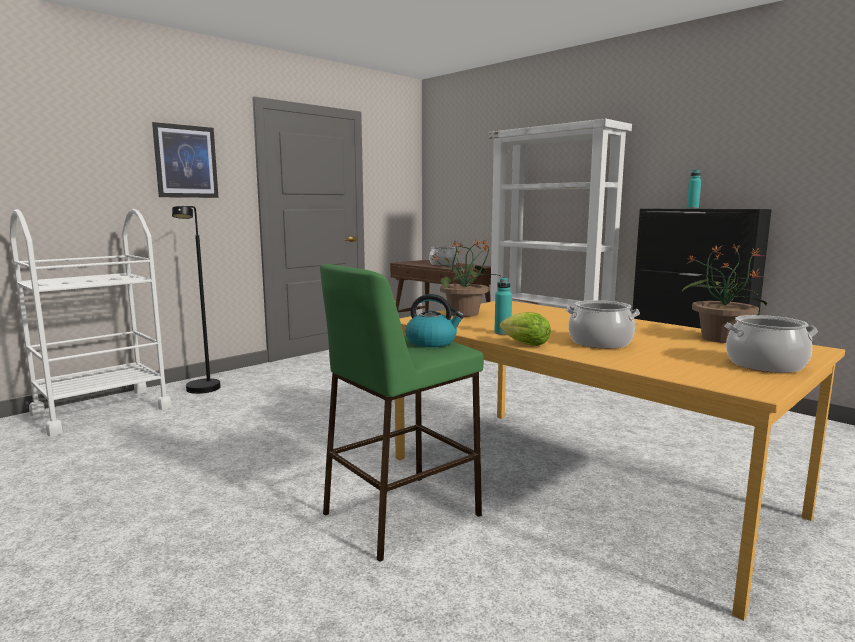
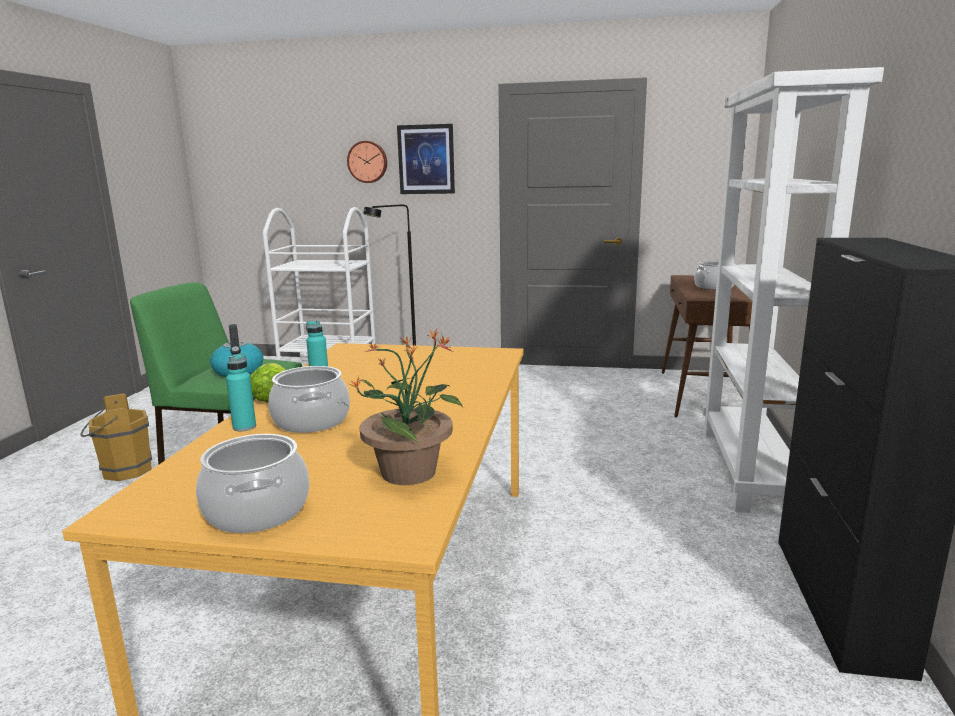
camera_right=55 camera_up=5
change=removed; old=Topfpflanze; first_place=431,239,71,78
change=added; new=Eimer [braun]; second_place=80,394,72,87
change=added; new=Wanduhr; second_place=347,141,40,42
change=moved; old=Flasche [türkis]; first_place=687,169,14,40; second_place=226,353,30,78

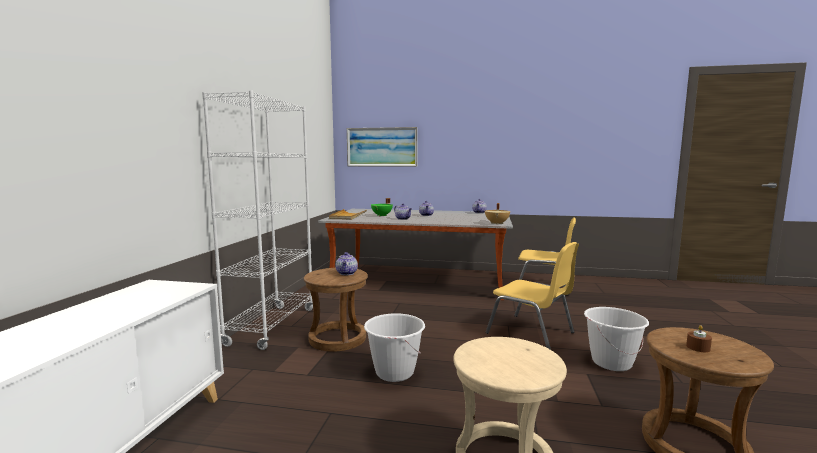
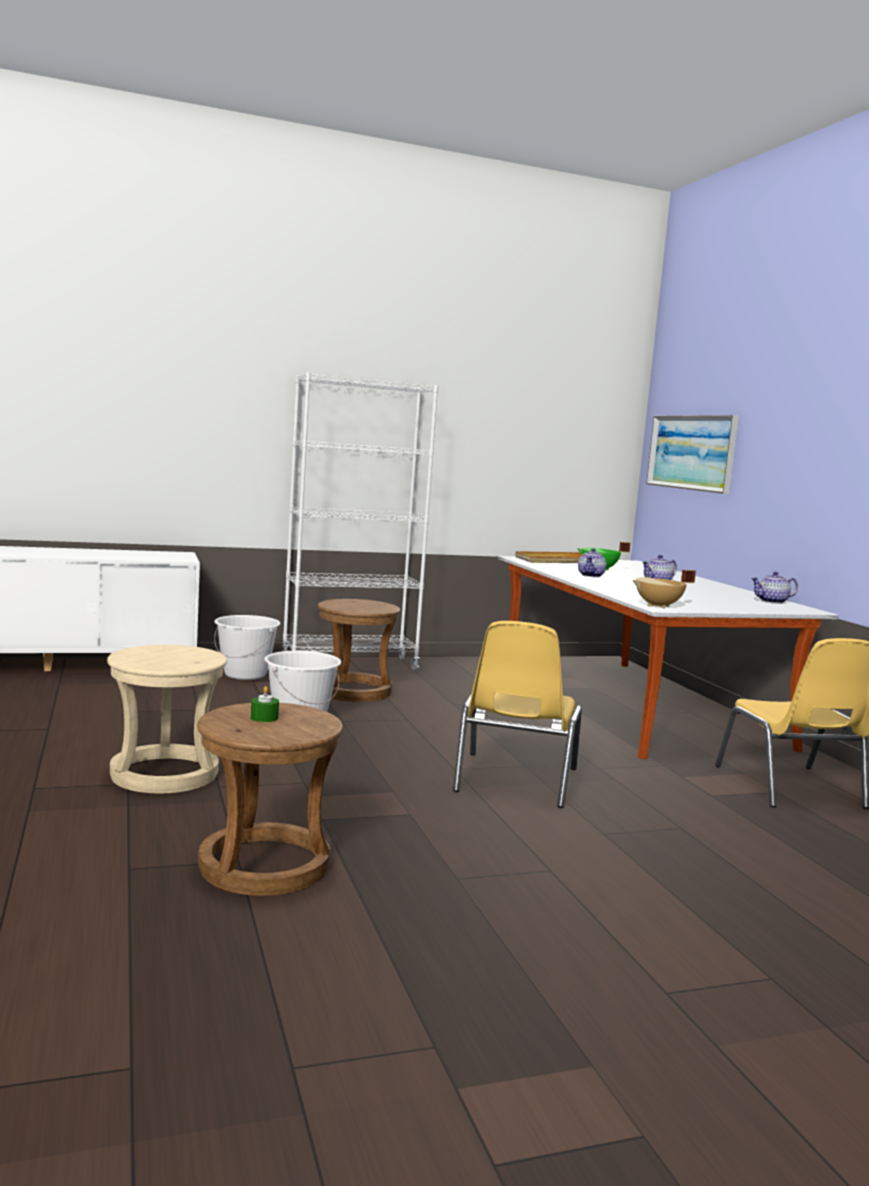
camera_right=60 camera_up=0
change=removed; old=Teekanne; first_place=336,252,22,23
change=moved; old=Eimer [weiß]; first_place=584,307,65,64; second_place=214,615,66,65
change=recoloured; old=Kerze [braun]; new=Kerze [grün]; first_place=686,325,26,27; second_place=251,686,28,36

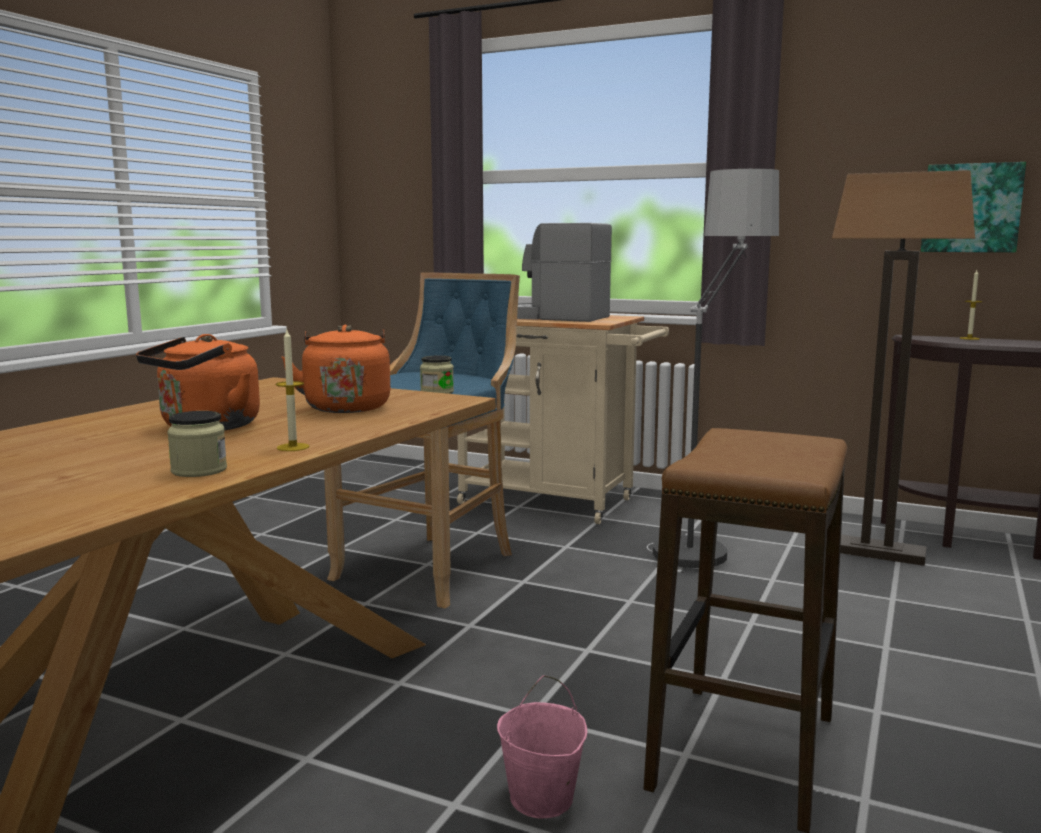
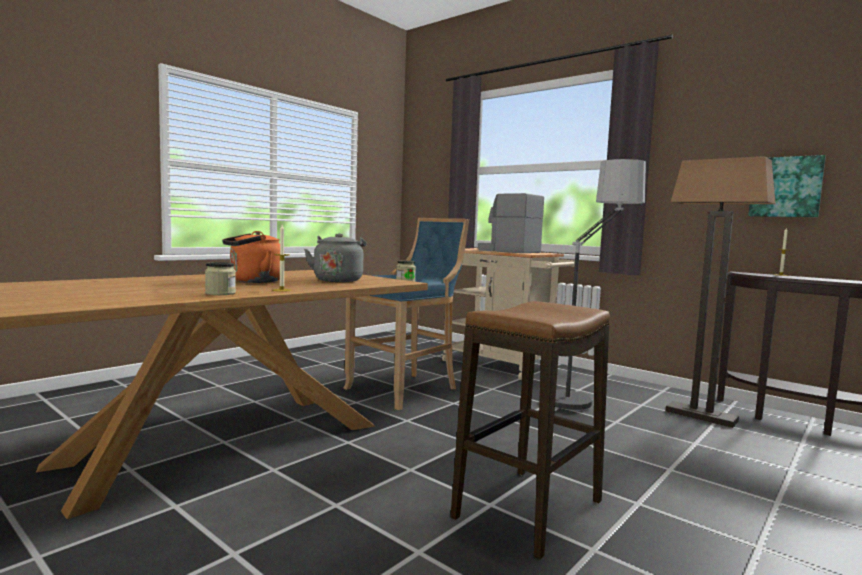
camera_right=15 camera_up=-5
change=removed; old=Eimer [rosa]; first_place=497,675,90,143
change=recoloured; old=Wasserkessel [orange]; new=Wasserkessel [grau]; first_place=282,325,108,88; second_place=304,233,63,49

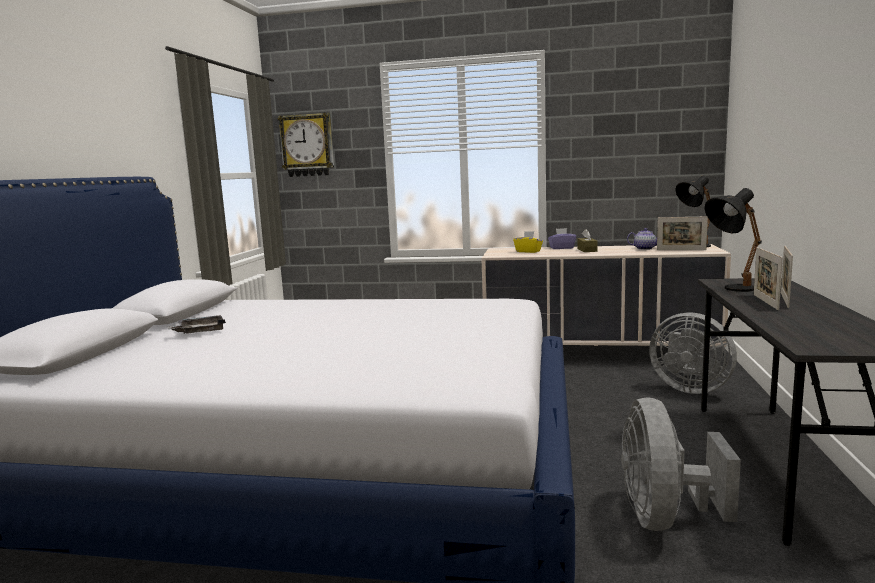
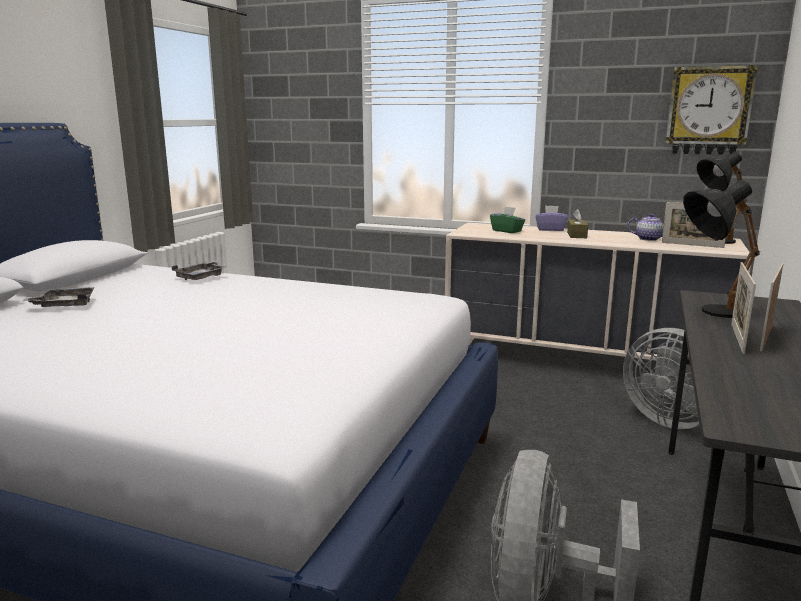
camera_right=10 camera_up=5
change=added; new=Tablett [grau]; second_place=172,261,52,19
change=moved; old=Wanduhr; first_place=278,113,56,64; second_place=666,65,92,90
change=recoloured; old=Taschentuchbox [gelb]; new=Taschentuchbox [grün]; first_place=513,231,30,22; second_place=490,206,35,27

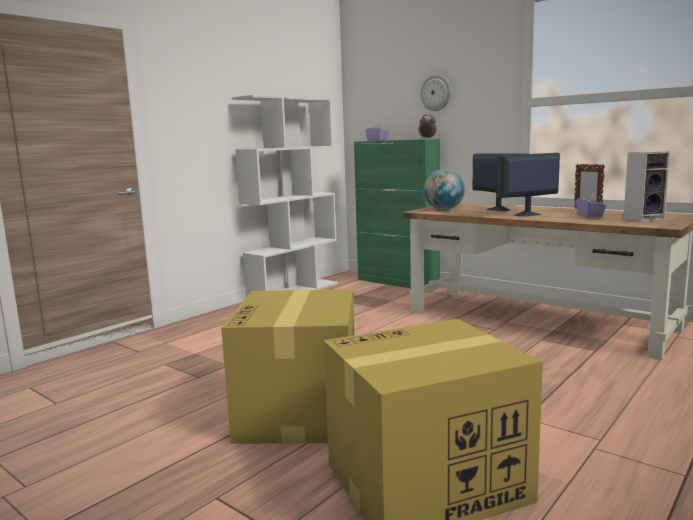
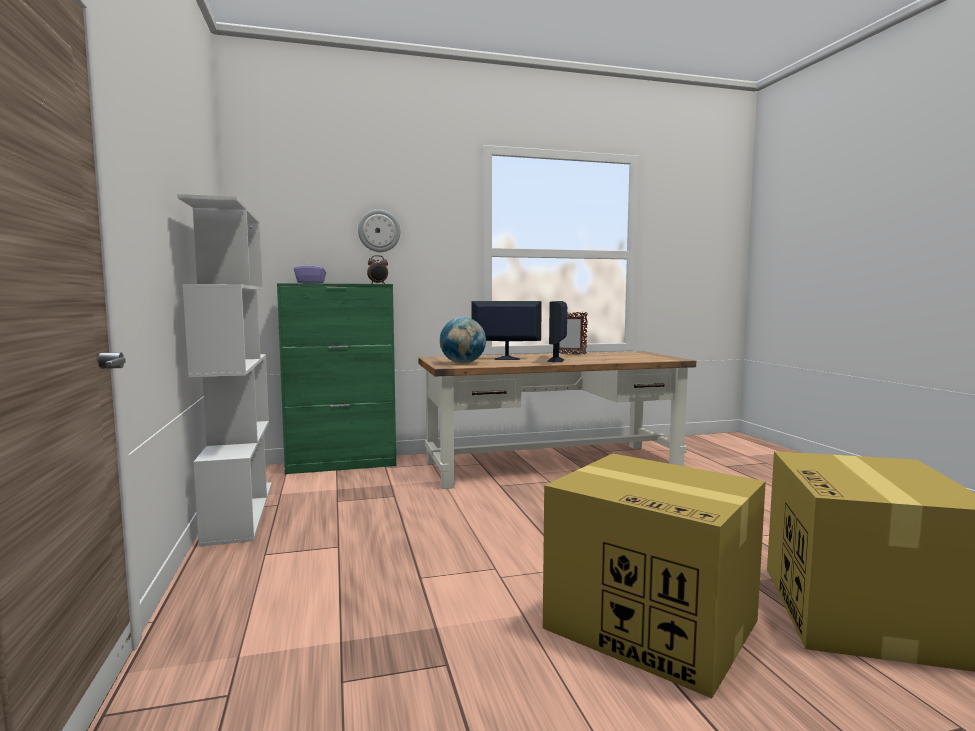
camera_right=-55 camera_up=-5
change=removed; old=Taschentuchbox [lila]; first_place=576,192,30,26
change=removed; old=Lautsprecher; first_place=623,151,47,71

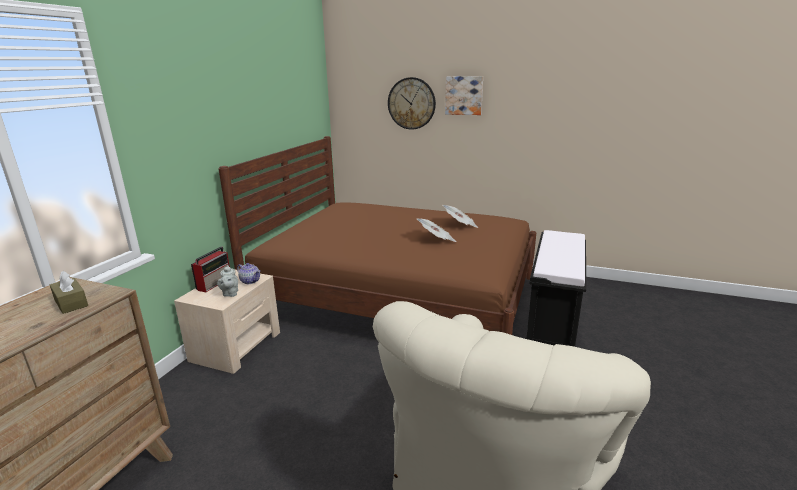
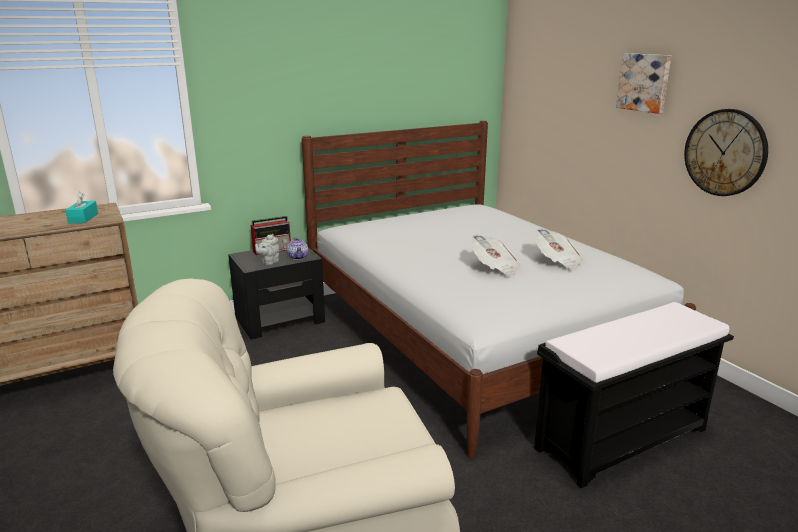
camera_right=40 camera_up=0
change=moved; old=Wanduhr; first_place=388,77,48,53; second_place=684,109,84,87
change=recoloured; old=Taschentuchbox [braun]; new=Taschentuchbox [türkis]; first_place=50,271,38,43; second_place=65,192,33,31
change=recoloured; old=Nachttisch [beige]; new=Nachttisch [schwarz]; first_place=174,270,106,104; second_place=228,247,97,92
change=recoloured; old=Bett [braun]; new=Bett [weiß]; first_place=218,136,318,199; second_place=302,121,394,337

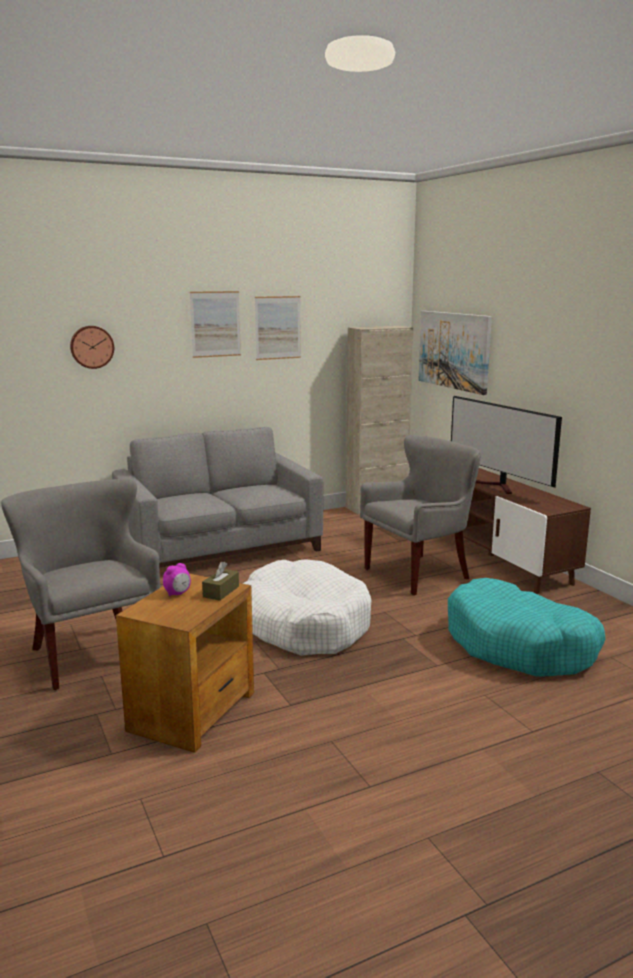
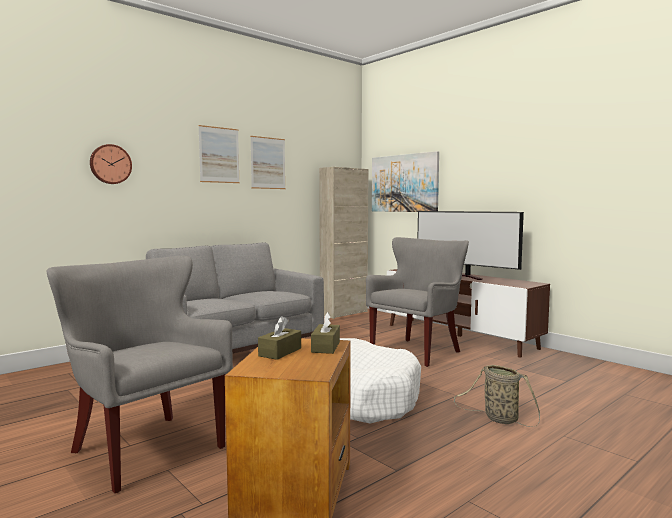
camera_right=-15 camera_up=-10
change=removed; old=Hundebett [türkis]; first_place=448,578,157,98
change=added; new=Korb; second_place=454,365,86,62
change=replaced; old=Wecker; new=Taschentuchbox [braun]; first_place=163,563,28,33; second_place=258,316,43,44

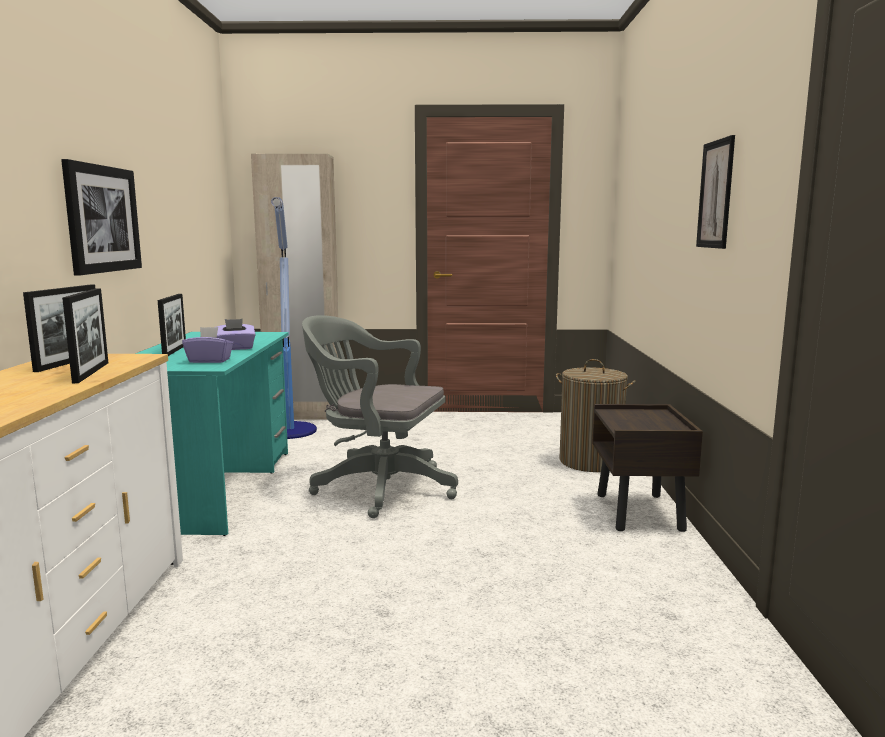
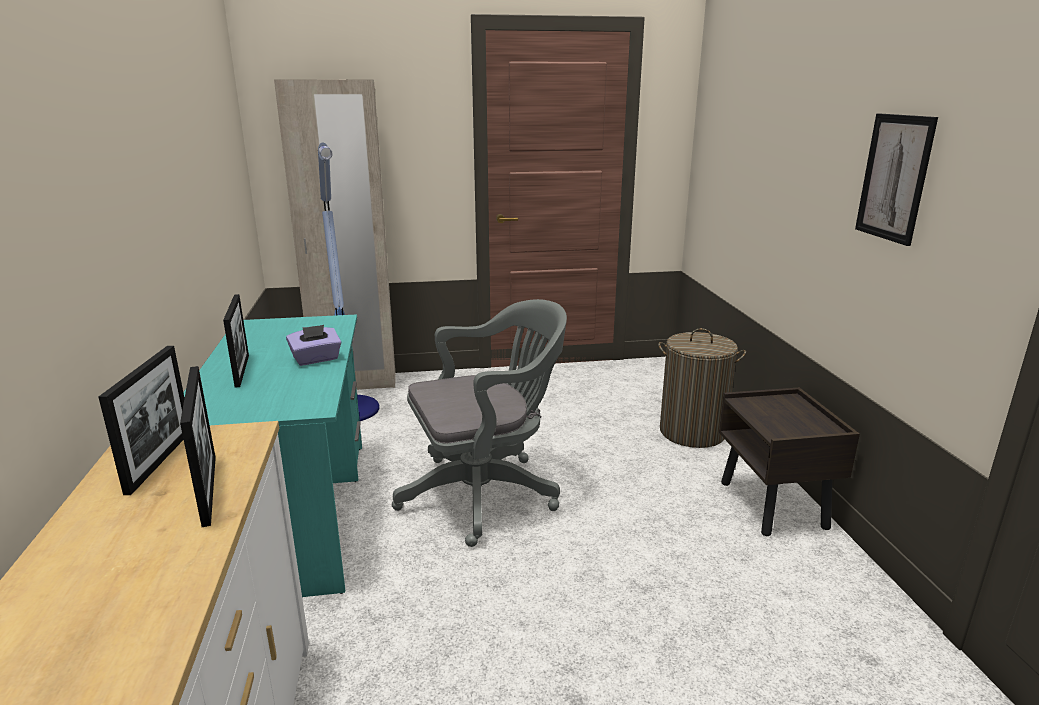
camera_right=-10 camera_up=10
change=removed; old=Bild; first_place=61,159,81,117
change=removed; old=Taschentuchbox [lila]; first_place=182,327,51,36
change=turned; old=Bürostuhl [grau]; first_place=302,315,156,203; second_place=392,299,175,248; degrees=150

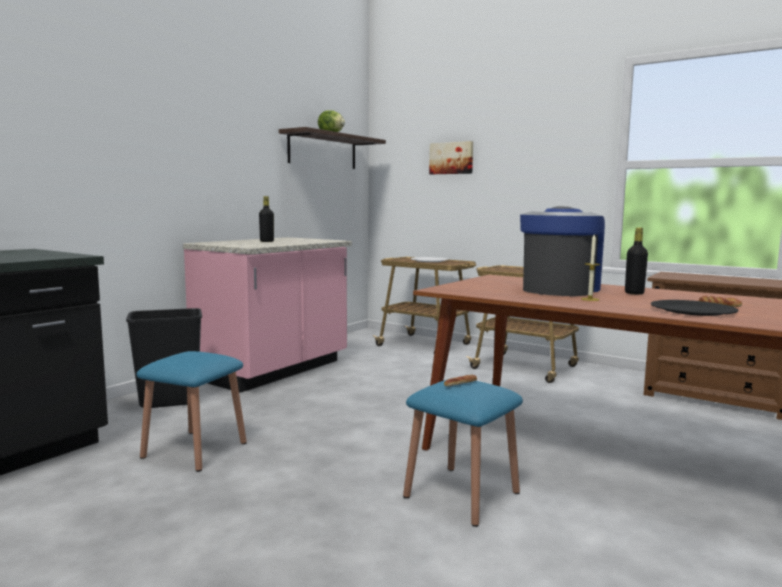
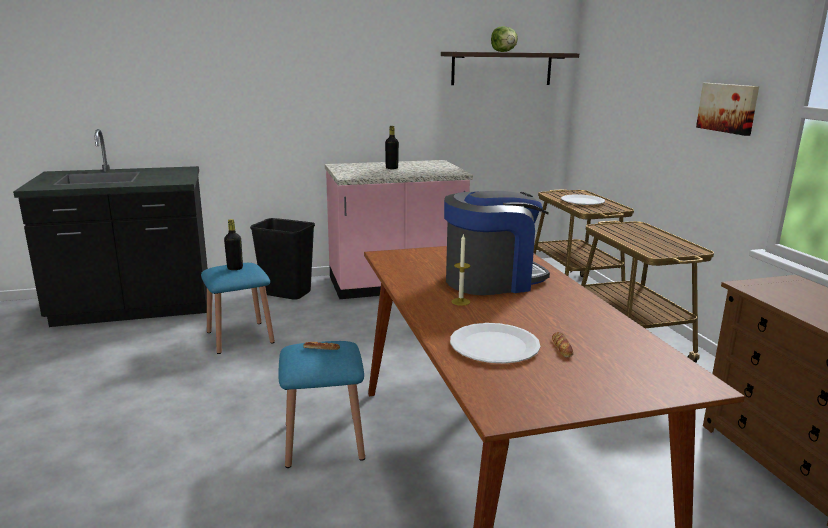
camera_right=40 camera_up=10
change=moved; old=Bild; first_place=429,141,44,33; second_place=696,83,63,53
change=moved; old=Flasche [schwarz]; first_place=625,227,23,67; second_place=224,219,19,51
change=recoloured; old=Teller [schwarz]; new=Teller [weiß]; first_place=651,300,88,16; second_place=450,323,90,40

